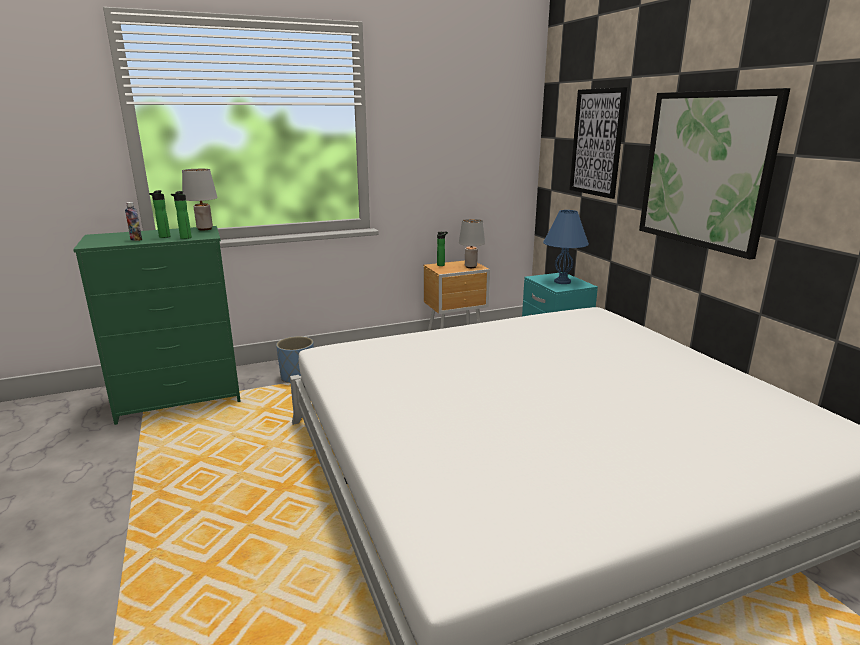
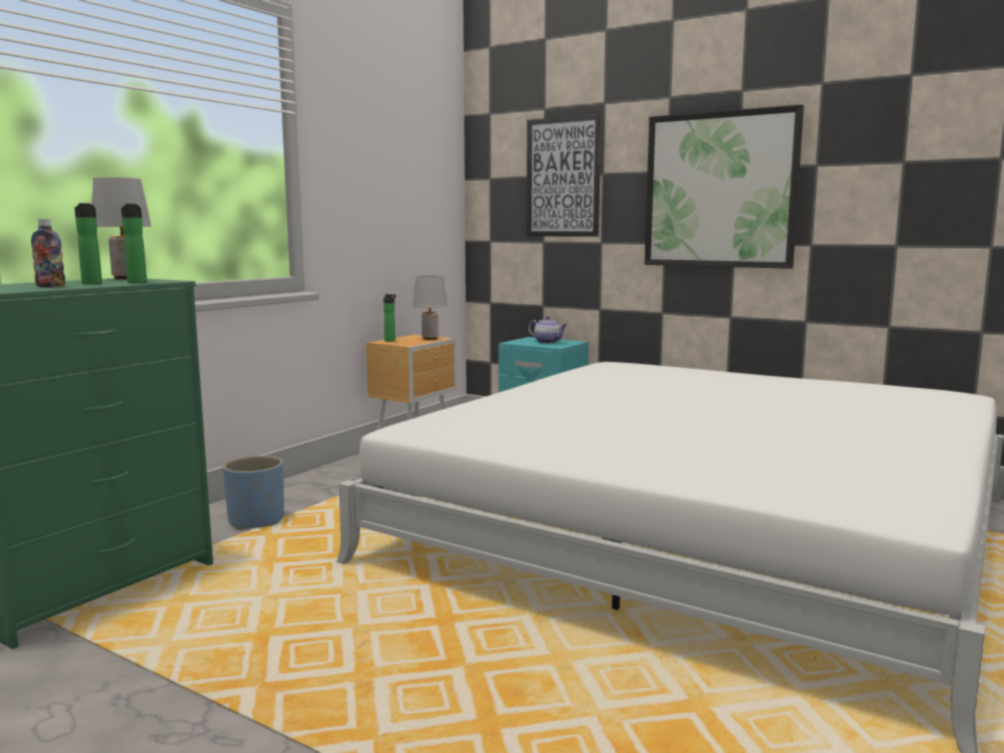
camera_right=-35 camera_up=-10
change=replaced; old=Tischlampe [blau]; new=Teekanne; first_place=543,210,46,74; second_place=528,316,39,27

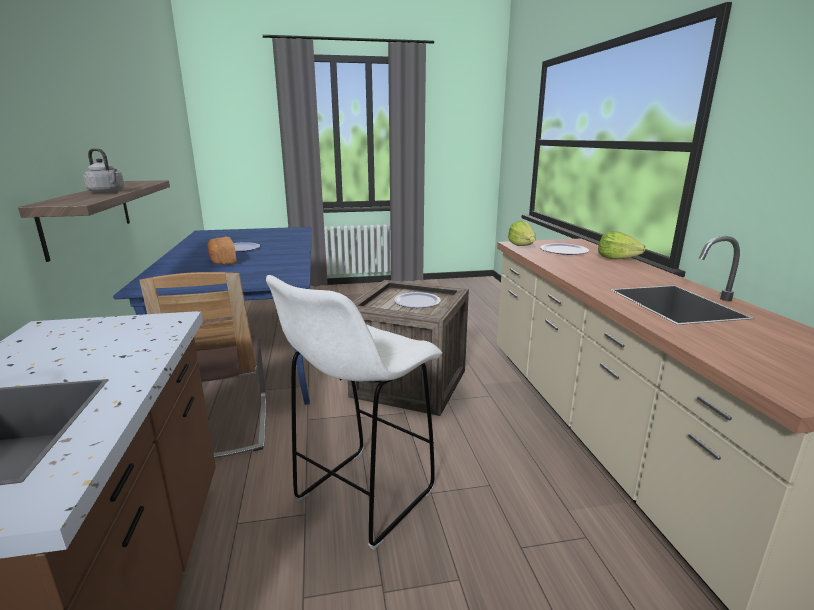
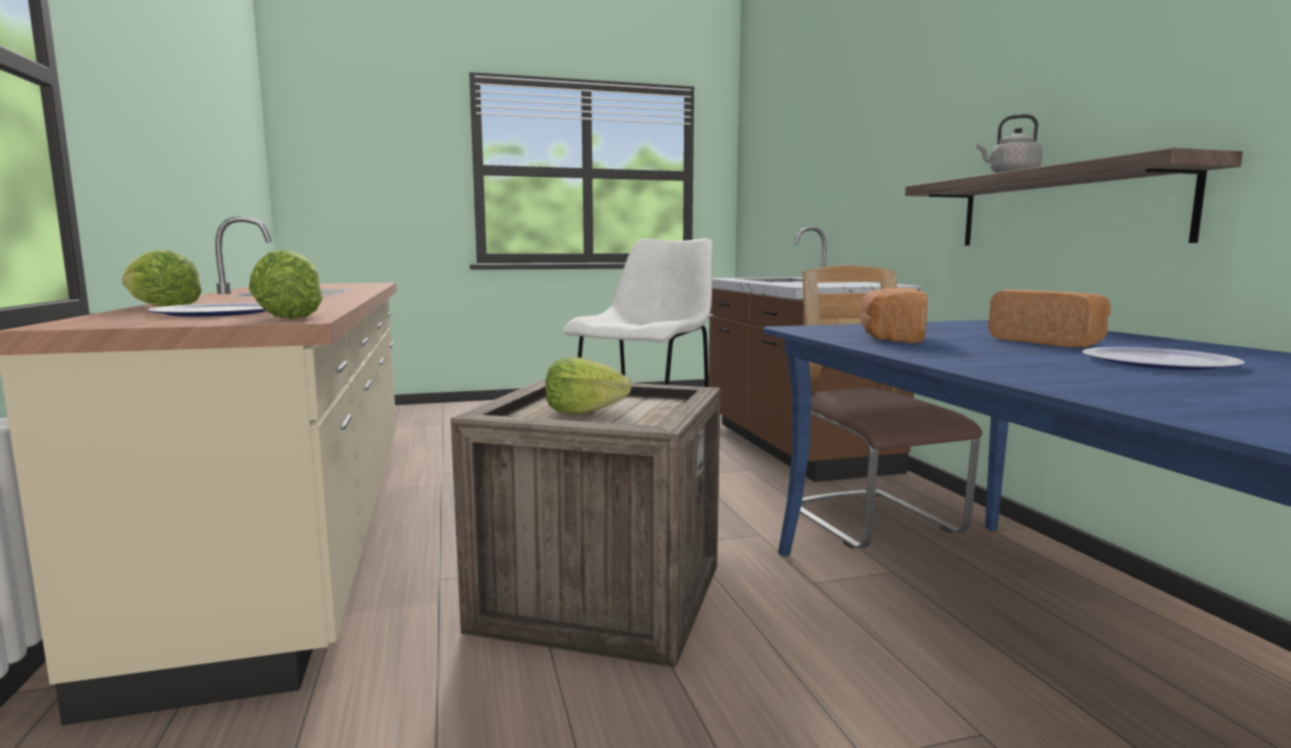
camera_right=175 camera_up=-10
change=added; new=Brot; second_place=860,287,68,56
change=replaced; old=Teller; new=Salatkopf; first_place=394,292,47,16; second_place=545,357,87,57

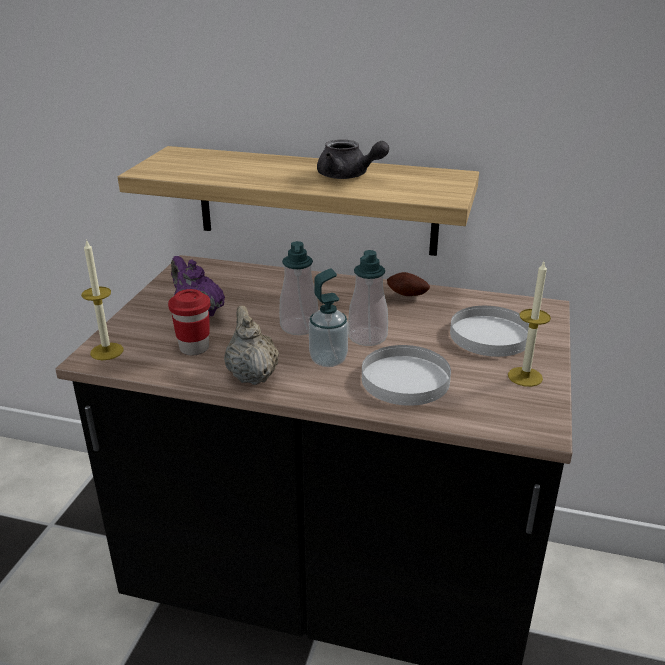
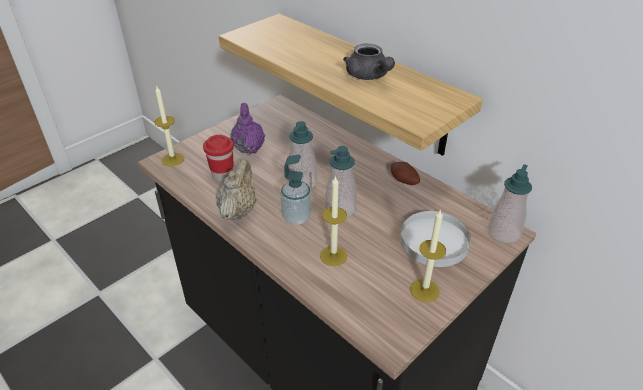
camera_right=30 camera_up=10
change=added; new=Seifenspender; second_place=487,164,45,79
change=replaced; old=Teller [weiß]; new=Kerze; first_place=362,345,89,61; second_place=320,175,27,91

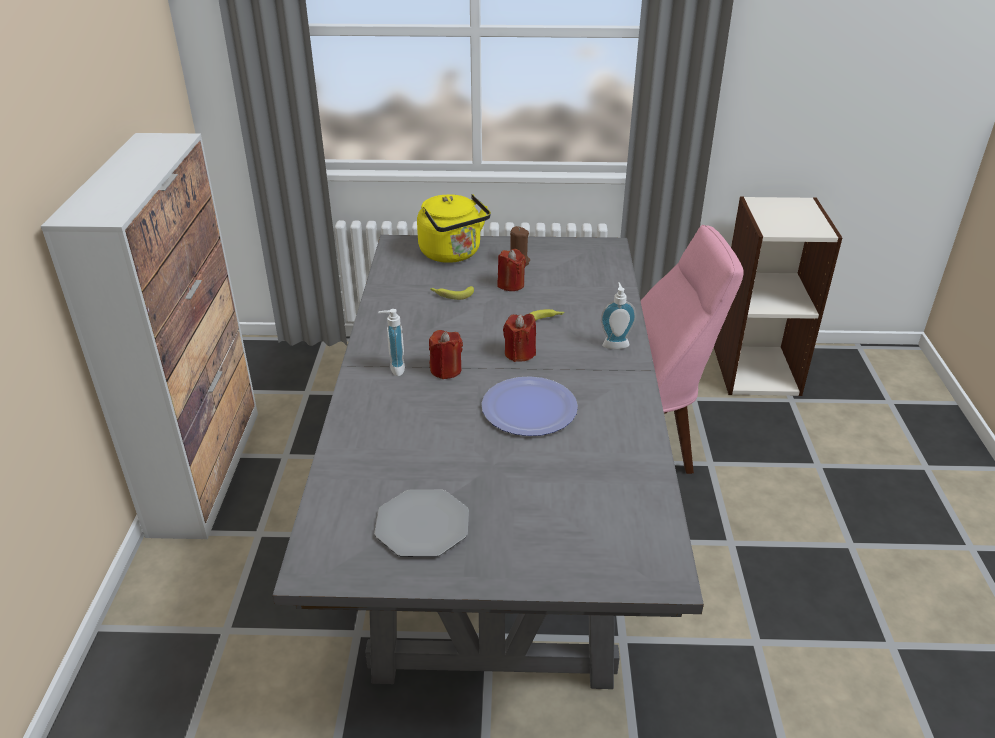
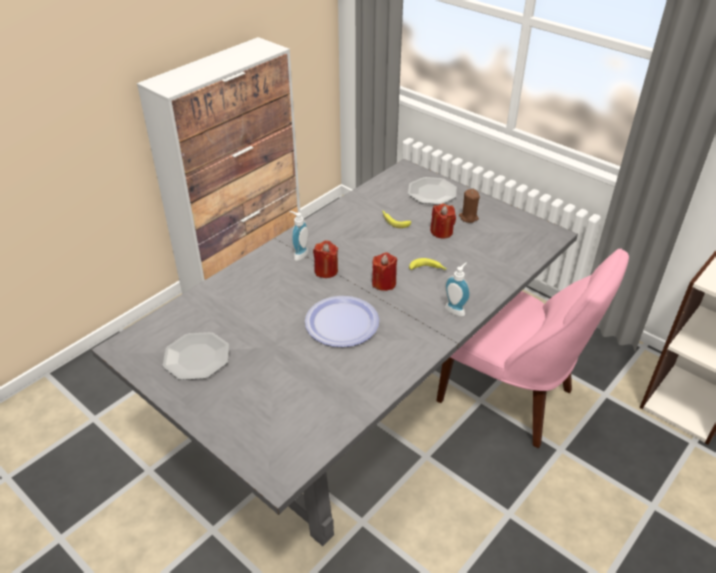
camera_right=40 camera_up=5
change=replaced; old=Wasserkessel [gelb]; new=Teller; first_place=417,194,74,69; second_place=408,177,49,28

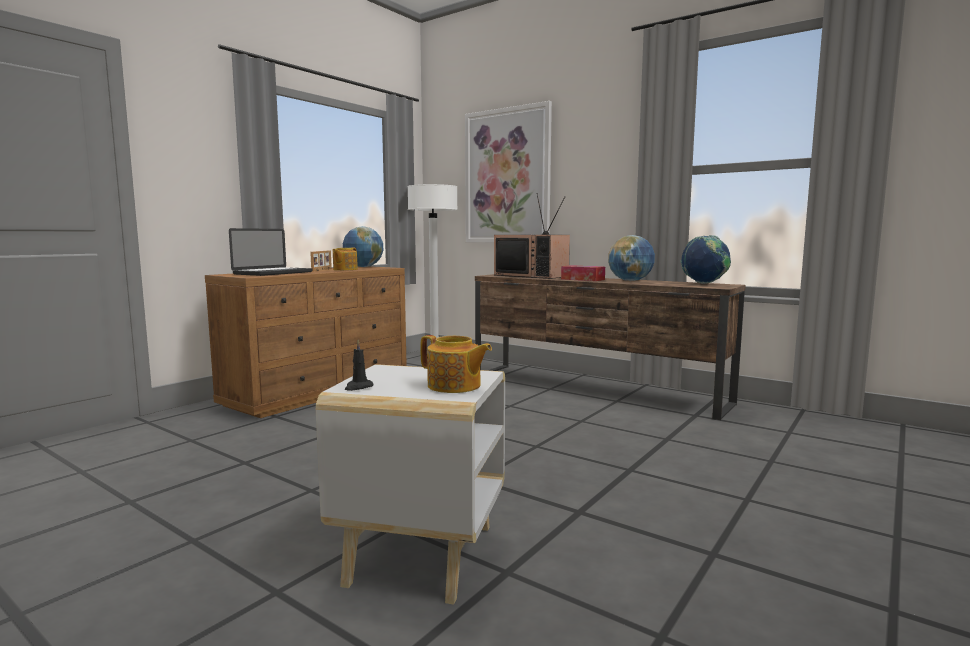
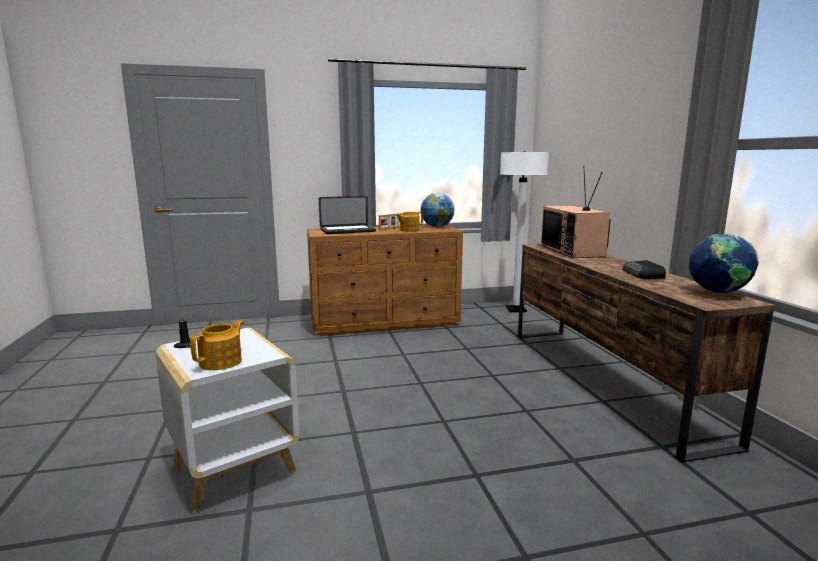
camera_right=40 camera_up=5
change=removed; old=Bild; first_place=465,101,87,142
change=removed; old=Taschentuchbox; first_place=561,265,44,16
change=replaced; old=Globus; new=Radio; first_place=608,235,47,46; second_place=622,260,44,19
change=turned; old=Teekanne; first_place=420,335,72,58; second_place=190,320,54,50; degrees=-135

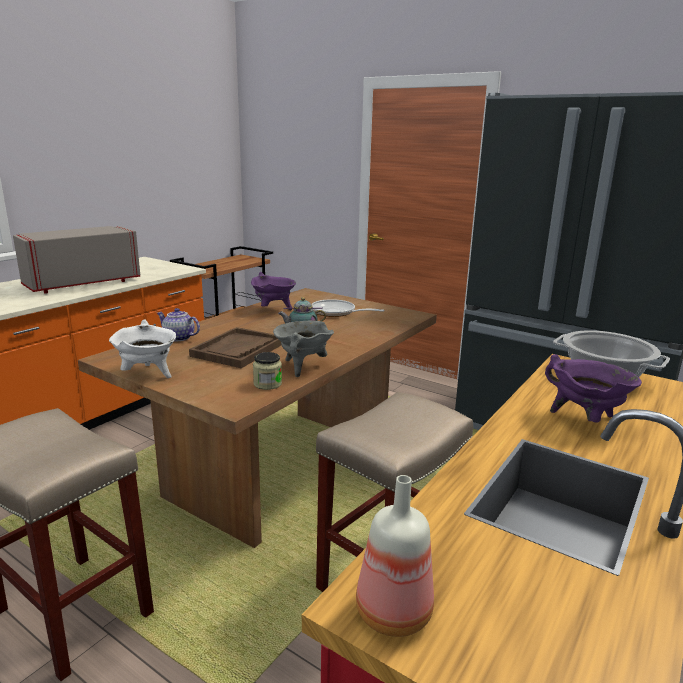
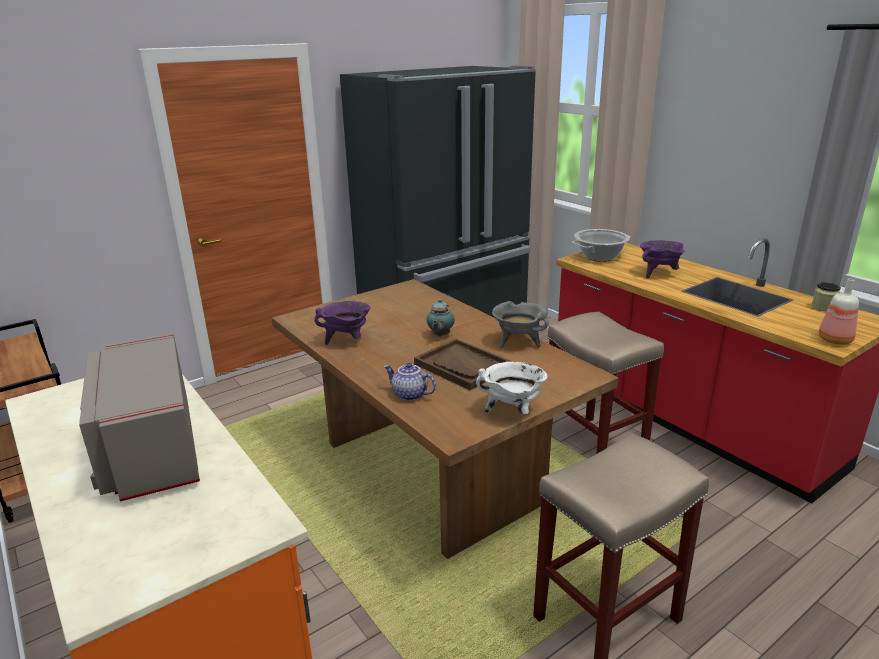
camera_right=-70 camera_up=5
change=removed; old=Pfanne; first_place=311,299,73,18
change=moved; old=Vorratsglas; first_place=253,352,29,38; second_place=812,282,29,29
change=turned; old=Teekanne; first_place=157,308,43,33; second_place=384,363,52,38; degrees=75

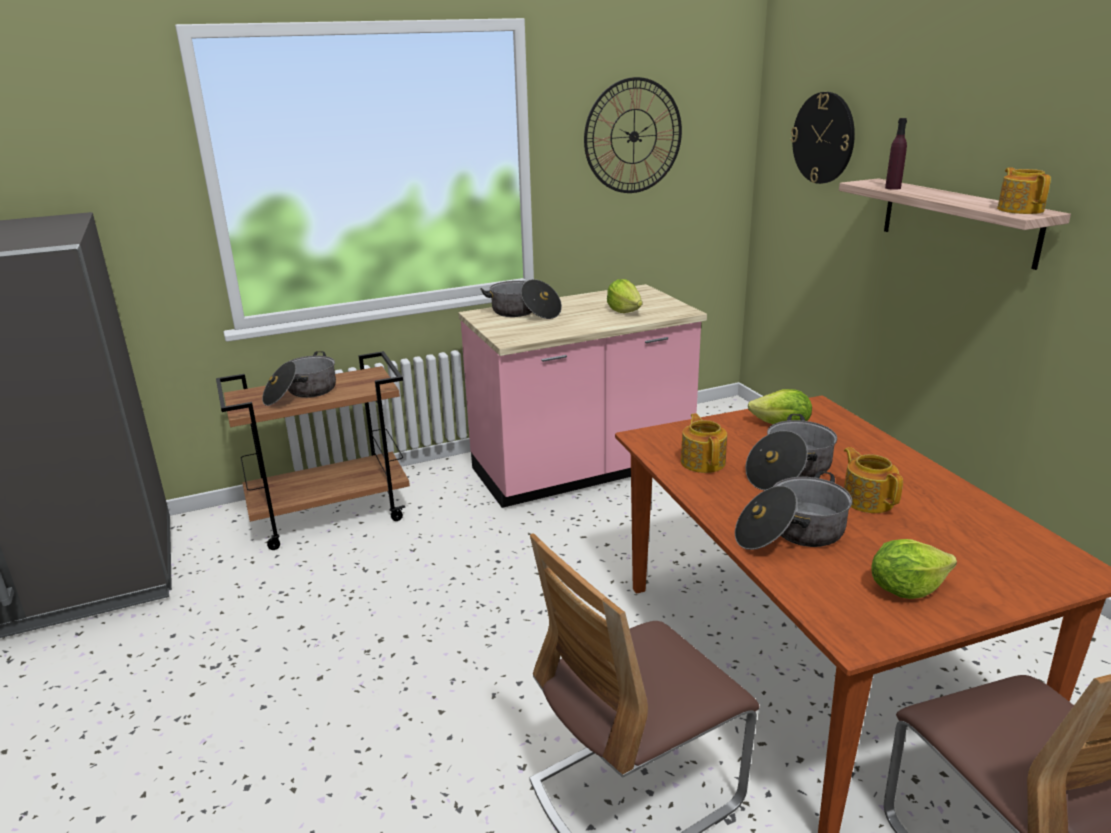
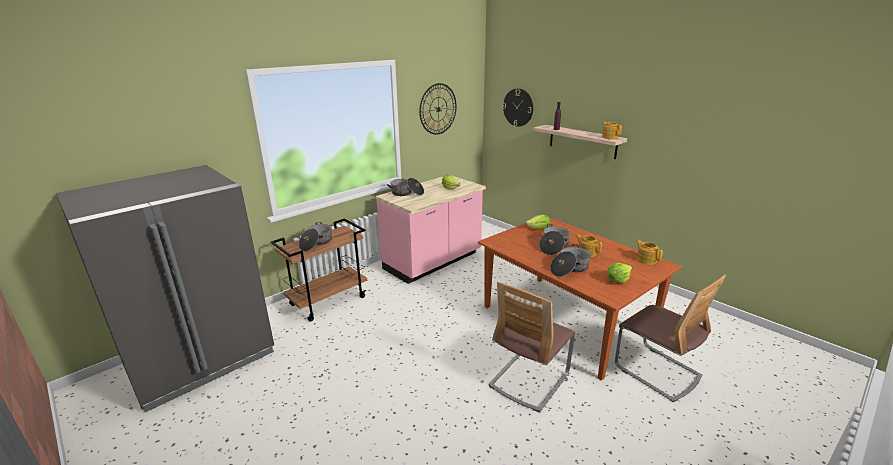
camera_right=-20 camera_up=0
change=moved; old=Teekanne; first_place=681,413,46,60; second_place=636,240,27,25

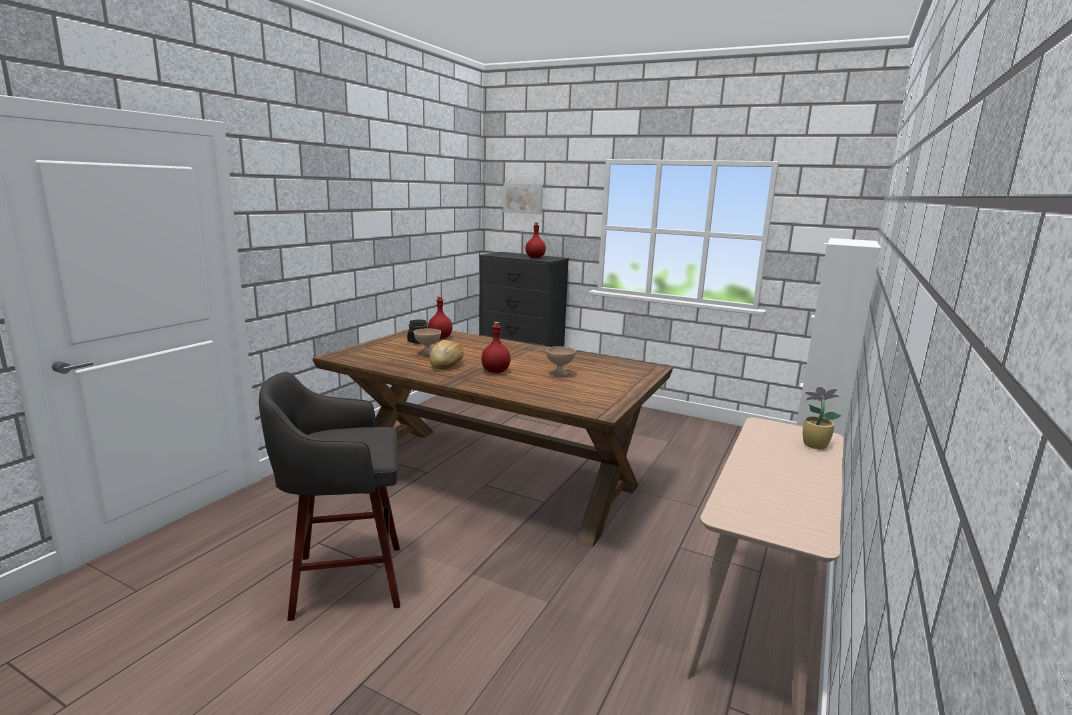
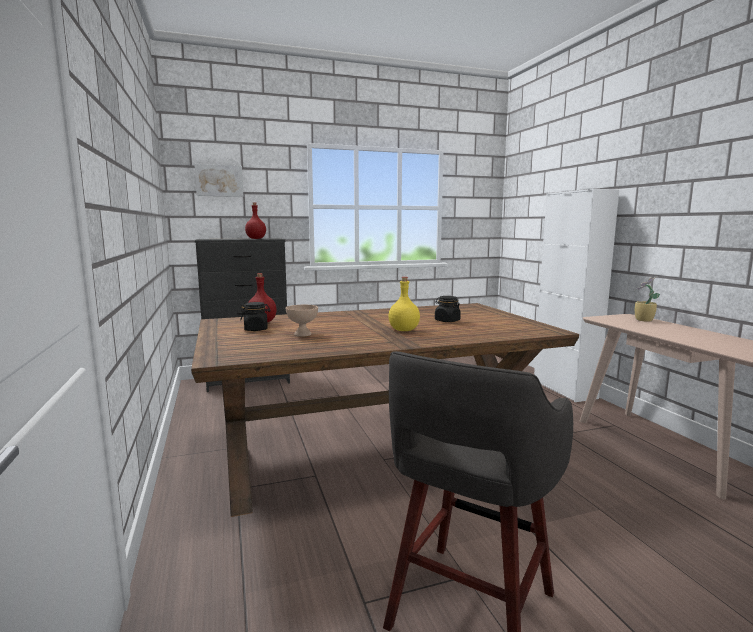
camera_right=-45 camera_up=-5
change=removed; old=Brot; first_place=430,340,34,29
change=replaced; old=Schüssel [beige]; new=Vorratsglas [schwarz]; first_place=546,346,30,31; second_place=435,296,26,26
change=recoloured; old=Flasche [rot]; new=Flasche [gelb]; first_place=481,322,30,51; second_place=388,277,32,54

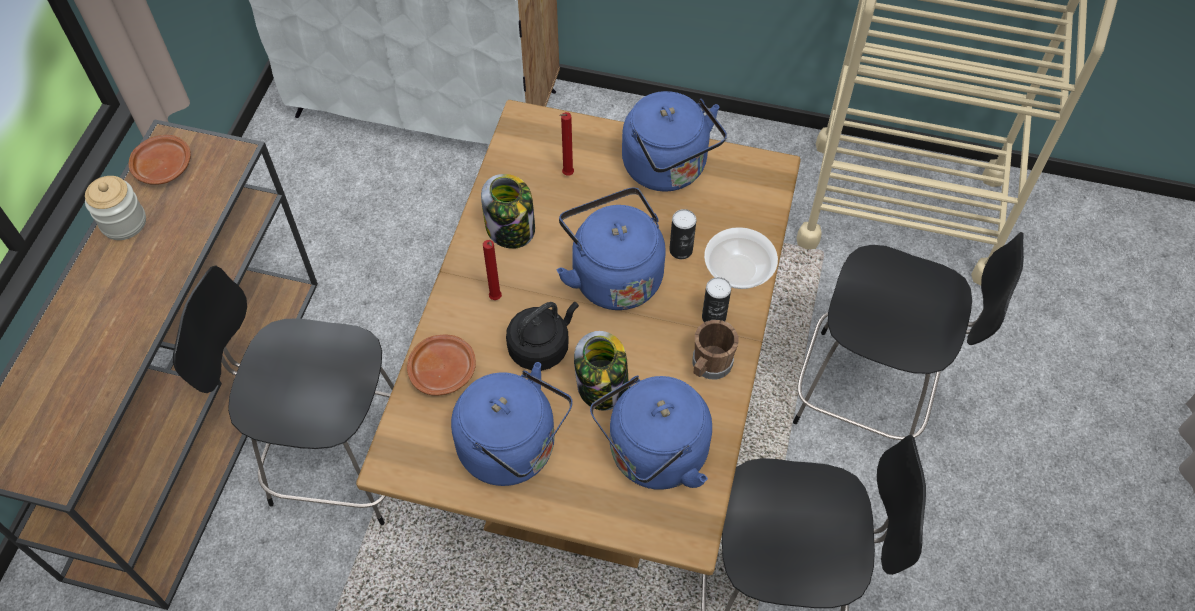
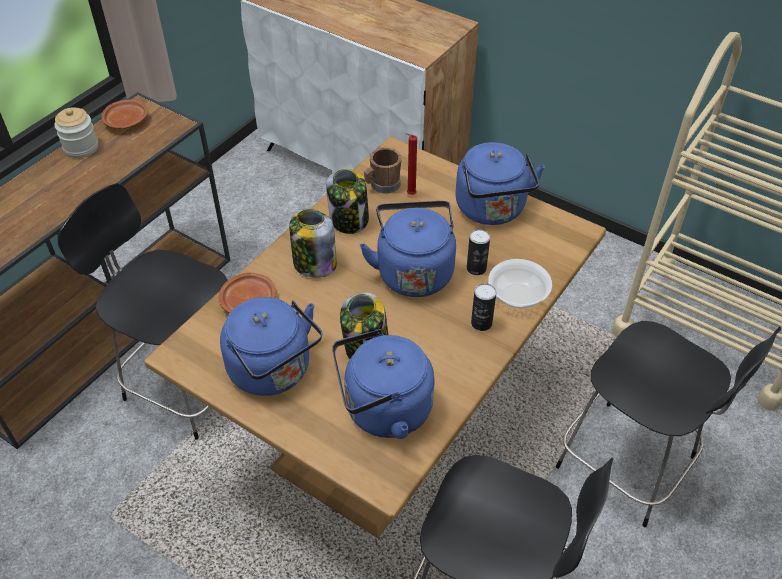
camera_right=20 camera_up=-10
change=removed; old=Wasserkessel [schwarz]; first_place=506,302,73,69
change=moved; old=Henkelbecher [braun]; first_place=693,320,46,60; second_place=364,148,37,45
change=replaced; old=Kerze [rot]; new=Vorratsglas; first_place=483,240,19,60; second_place=289,209,48,69

